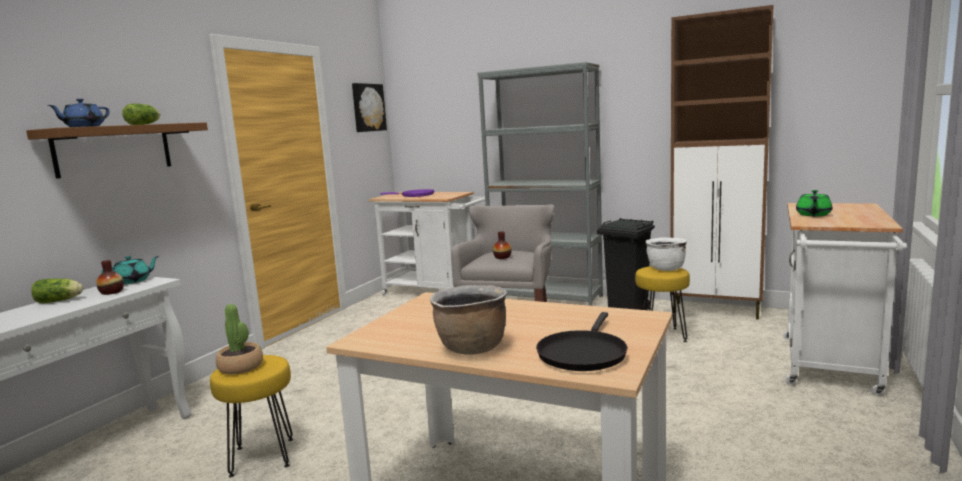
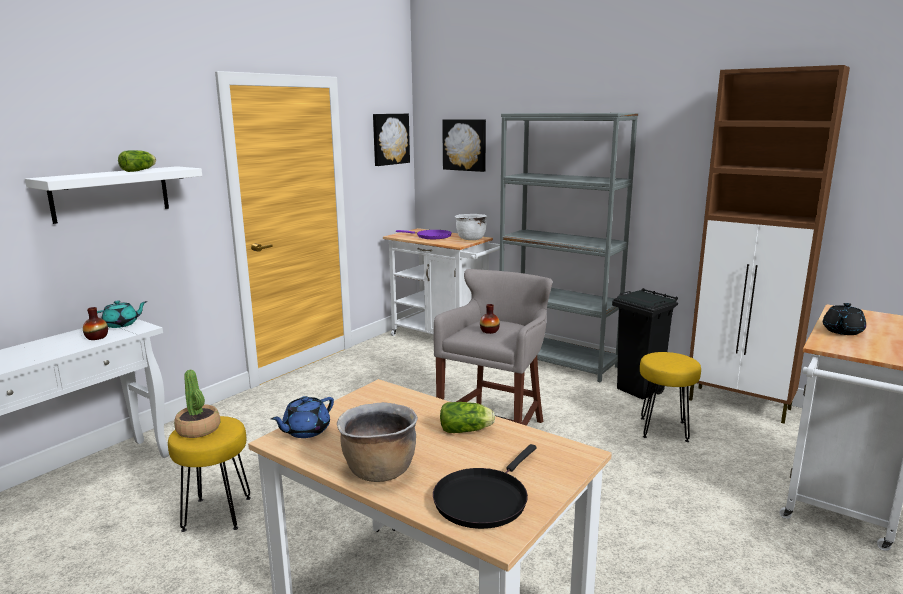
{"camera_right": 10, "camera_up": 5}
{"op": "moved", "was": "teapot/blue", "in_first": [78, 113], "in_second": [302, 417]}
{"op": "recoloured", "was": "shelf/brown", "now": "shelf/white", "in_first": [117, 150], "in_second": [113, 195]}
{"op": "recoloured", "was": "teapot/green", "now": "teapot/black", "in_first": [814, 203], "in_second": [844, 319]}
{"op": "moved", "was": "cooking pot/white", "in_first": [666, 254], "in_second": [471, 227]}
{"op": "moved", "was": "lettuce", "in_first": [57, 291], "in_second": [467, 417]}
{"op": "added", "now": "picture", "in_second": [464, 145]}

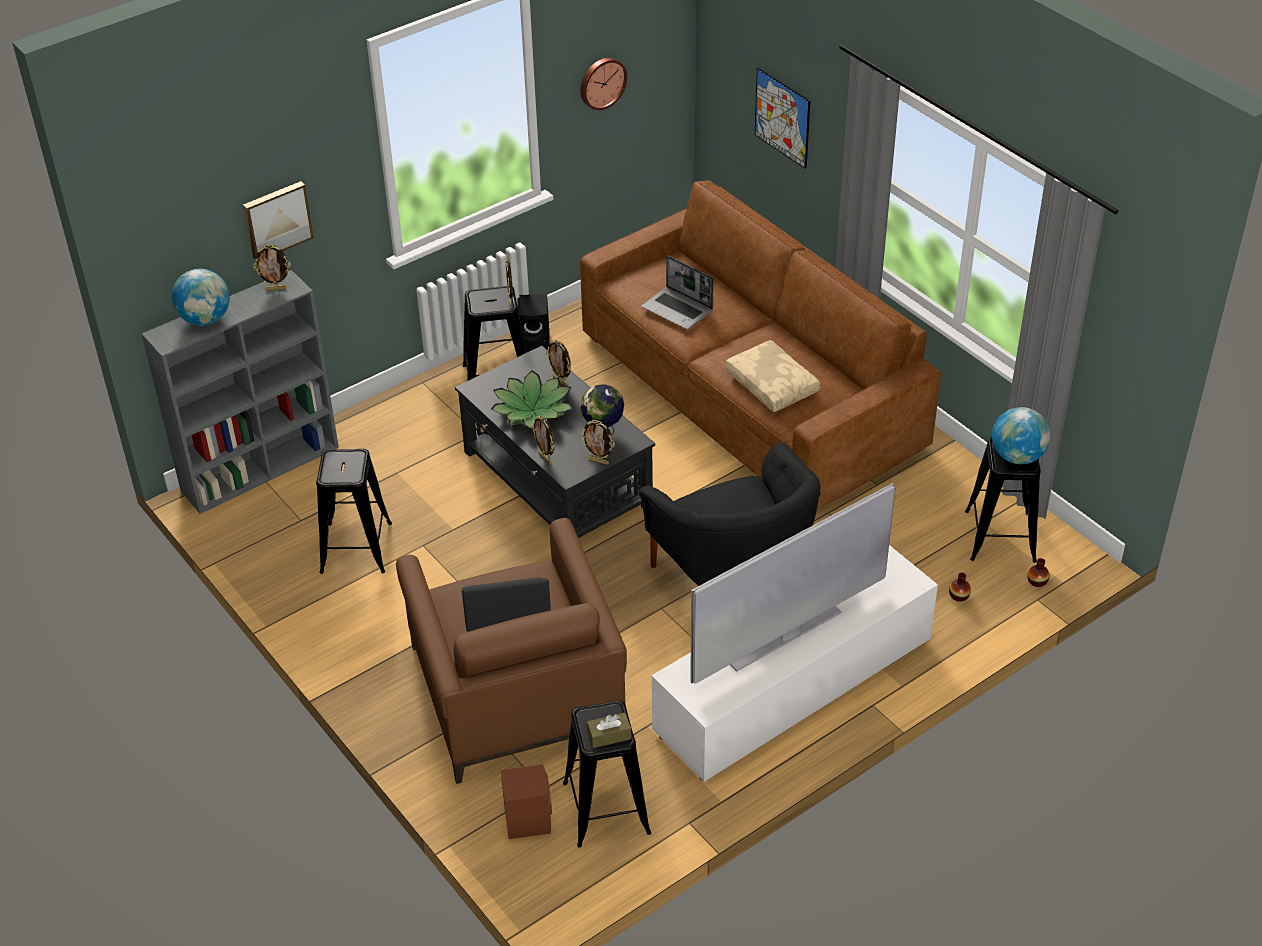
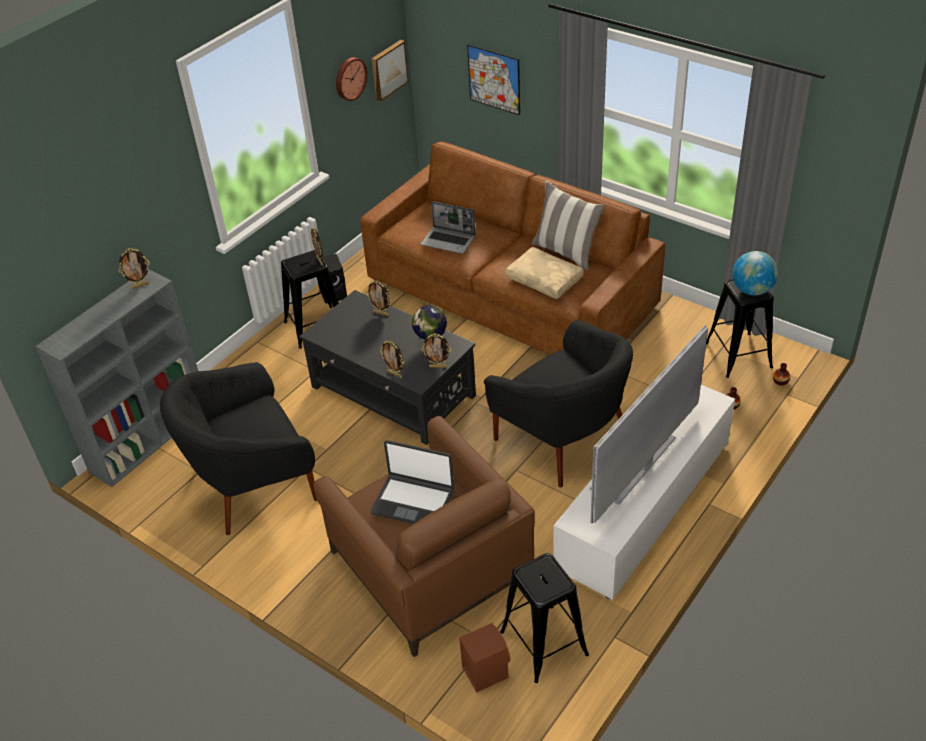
{"camera_right": -15, "camera_up": 0}
{"op": "moved", "was": "picture", "in_first": [278, 221], "in_second": [390, 70]}
{"op": "removed", "was": "globe", "in_first": [201, 297]}
{"op": "removed", "was": "potted plant", "in_first": [532, 399]}
{"op": "replaced", "was": "stool/black", "now": "armchair/black", "in_first": [354, 511], "in_second": [238, 448]}
{"op": "turned", "was": "laptop", "in_first": [506, 604], "in_second": [412, 482], "clockwise": -135}
{"op": "removed", "was": "tissue box/brown", "in_first": [609, 730]}
{"op": "added", "now": "pillow", "in_second": [568, 226]}

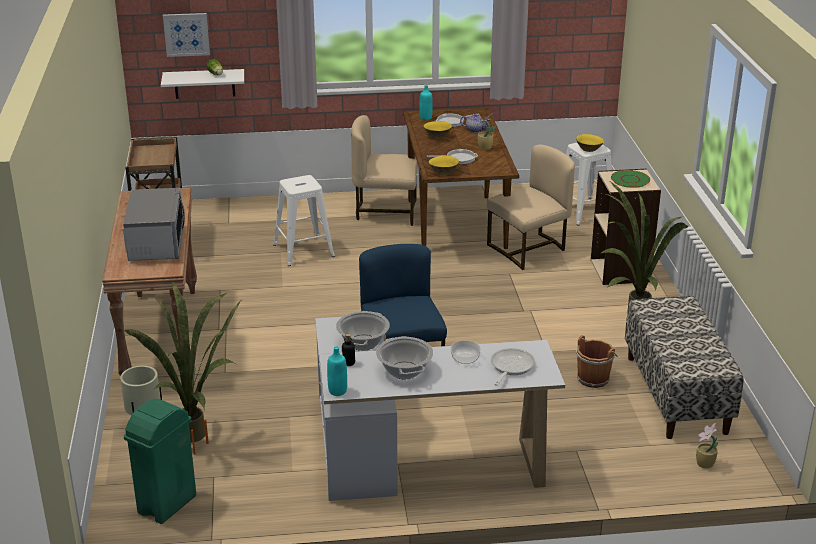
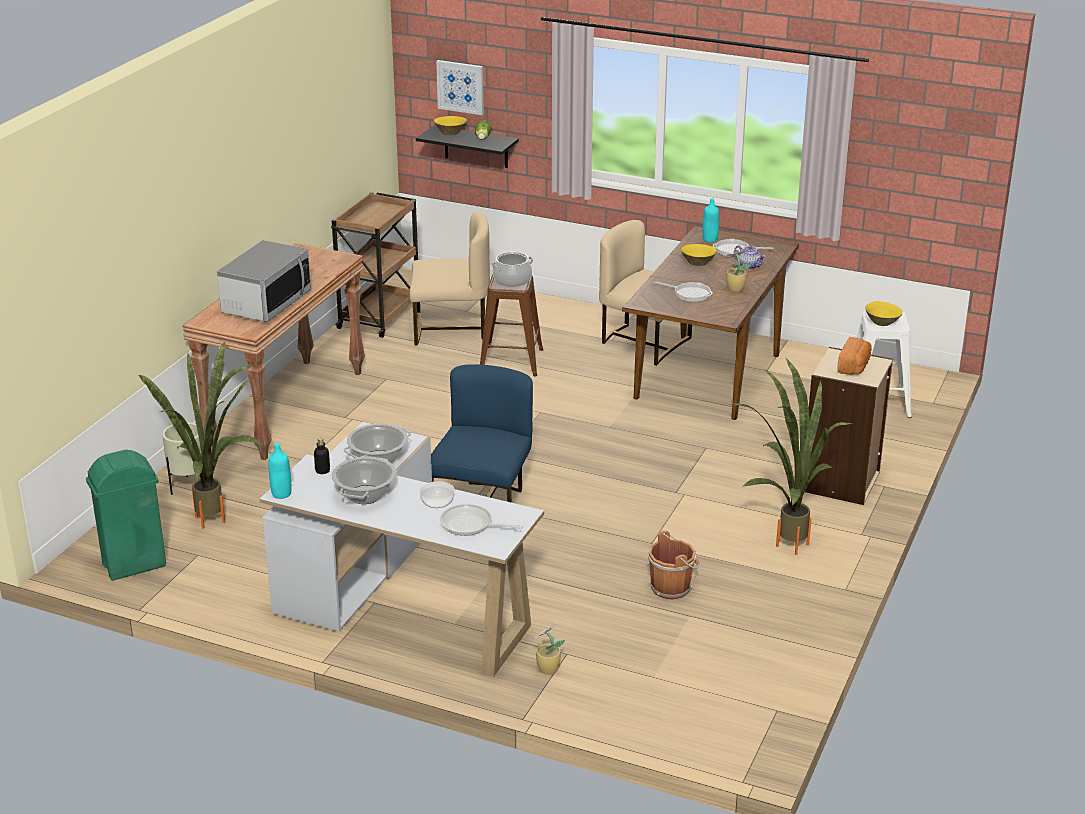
{"camera_right": 30, "camera_up": 0}
{"op": "recoloured", "was": "shelf/white", "now": "shelf/black", "in_first": [202, 84], "in_second": [467, 146]}
{"op": "moved", "was": "chair/beige", "in_first": [531, 207], "in_second": [449, 278]}
{"op": "moved", "was": "bowl/yellow", "in_first": [444, 165], "in_second": [450, 125]}
{"op": "replaced", "was": "plate/green", "now": "bread", "in_first": [630, 179], "in_second": [854, 356]}
{"op": "recoloured", "was": "stool/white", "now": "stool/brown", "in_first": [304, 220], "in_second": [511, 325]}
{"op": "removed", "was": "bench", "in_first": [684, 367]}
{"op": "turned", "was": "frying pan", "in_first": [513, 367], "in_second": [481, 520], "clockwise": -120}
{"op": "moved", "was": "potted plant", "in_first": [707, 446], "in_second": [549, 648]}
{"op": "added", "now": "cooking pot", "in_second": [512, 269]}

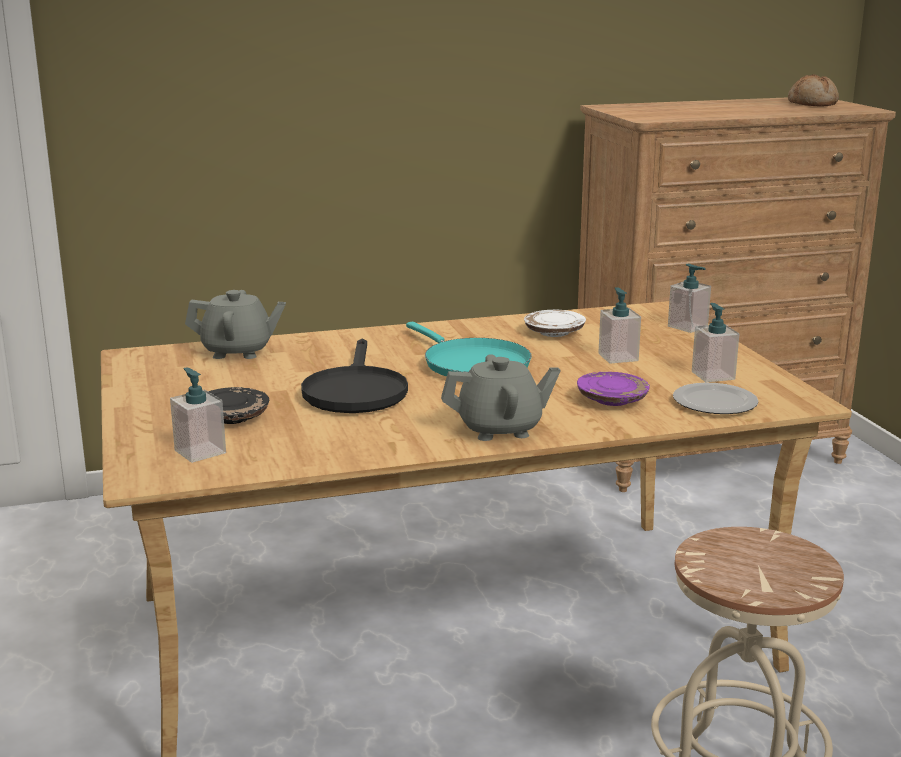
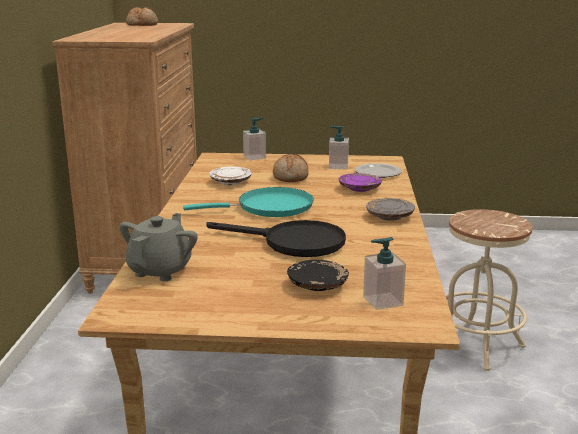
{"camera_right": -70, "camera_up": 0}
{"op": "replaced", "was": "soap dispenser", "now": "bread", "in_first": [619, 325], "in_second": [291, 168]}
{"op": "replaced", "was": "teapot/grey", "now": "plate/grey", "in_first": [500, 397], "in_second": [390, 209]}

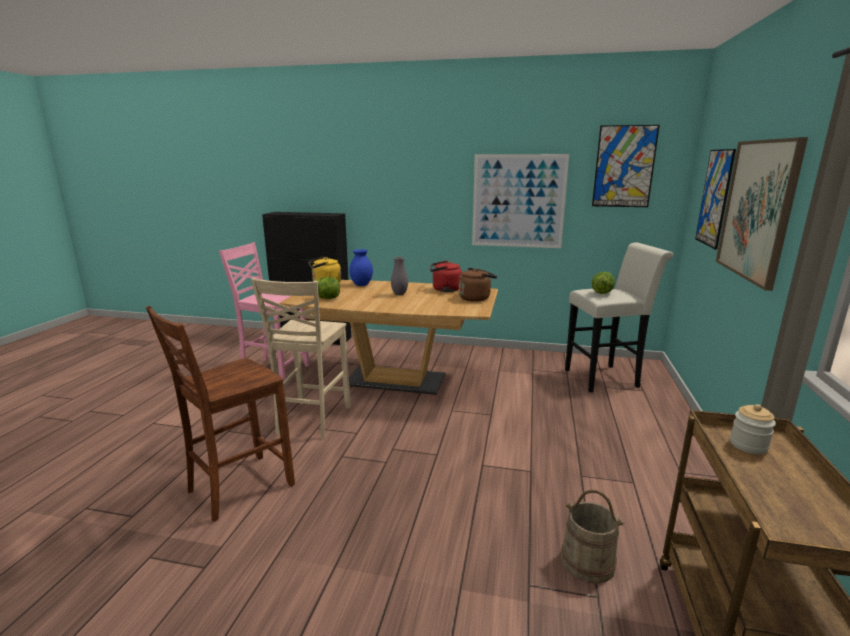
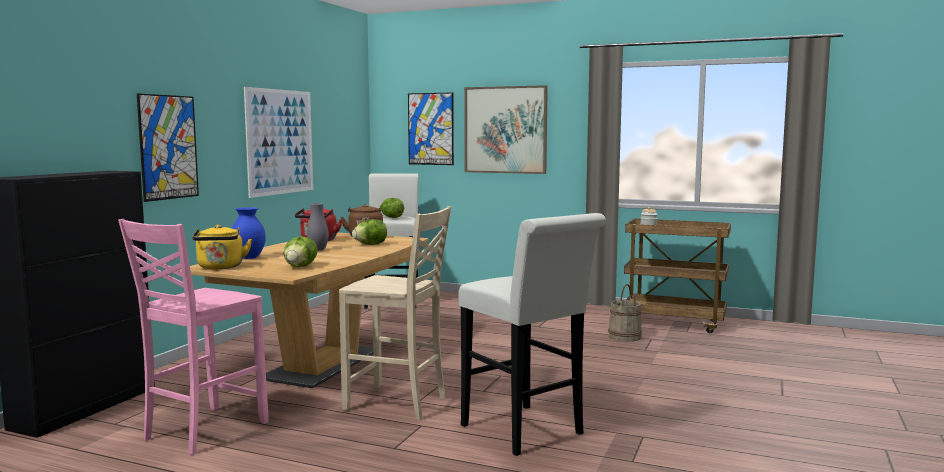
{"camera_right": -80, "camera_up": -10}
{"op": "moved", "was": "picture", "in_first": [626, 166], "in_second": [168, 147]}
{"op": "replaced", "was": "chair/brown", "now": "stool/white", "in_first": [220, 414], "in_second": [532, 334]}
{"op": "added", "now": "lettuce", "in_second": [369, 232]}

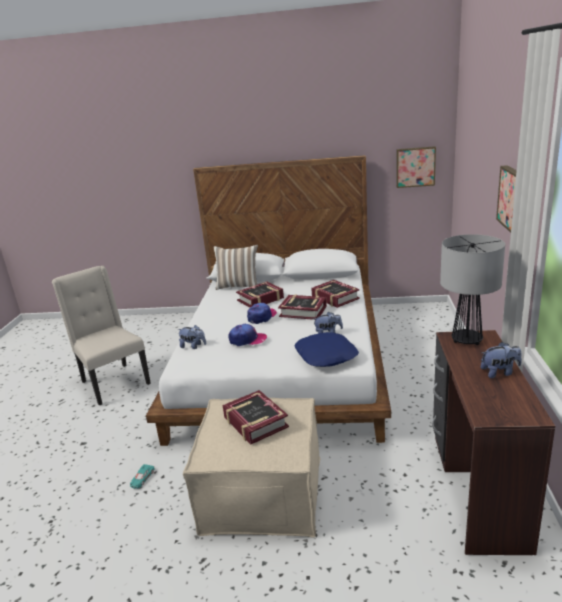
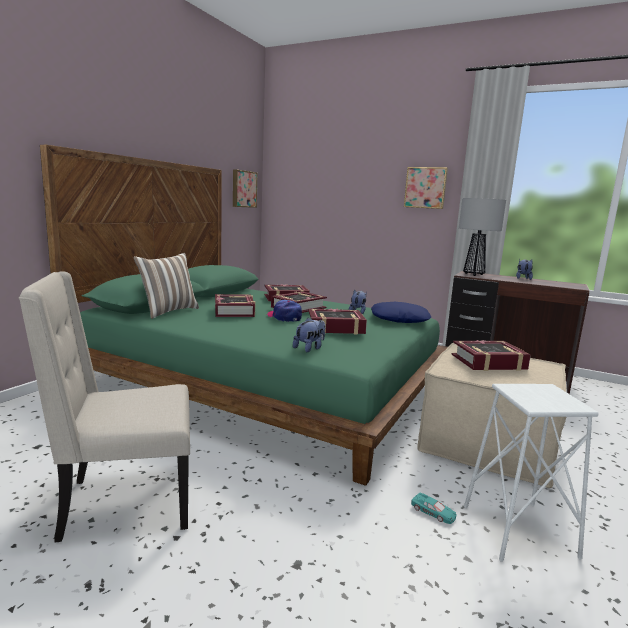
{"camera_right": -70, "camera_up": -10}
{"op": "recoloured", "was": "bed/white", "now": "bed/green", "in_first": [268, 300], "in_second": [243, 315]}
{"op": "replaced", "was": "cap", "now": "book", "in_first": [247, 335], "in_second": [337, 322]}
{"op": "added", "now": "stool/white", "in_second": [531, 473]}

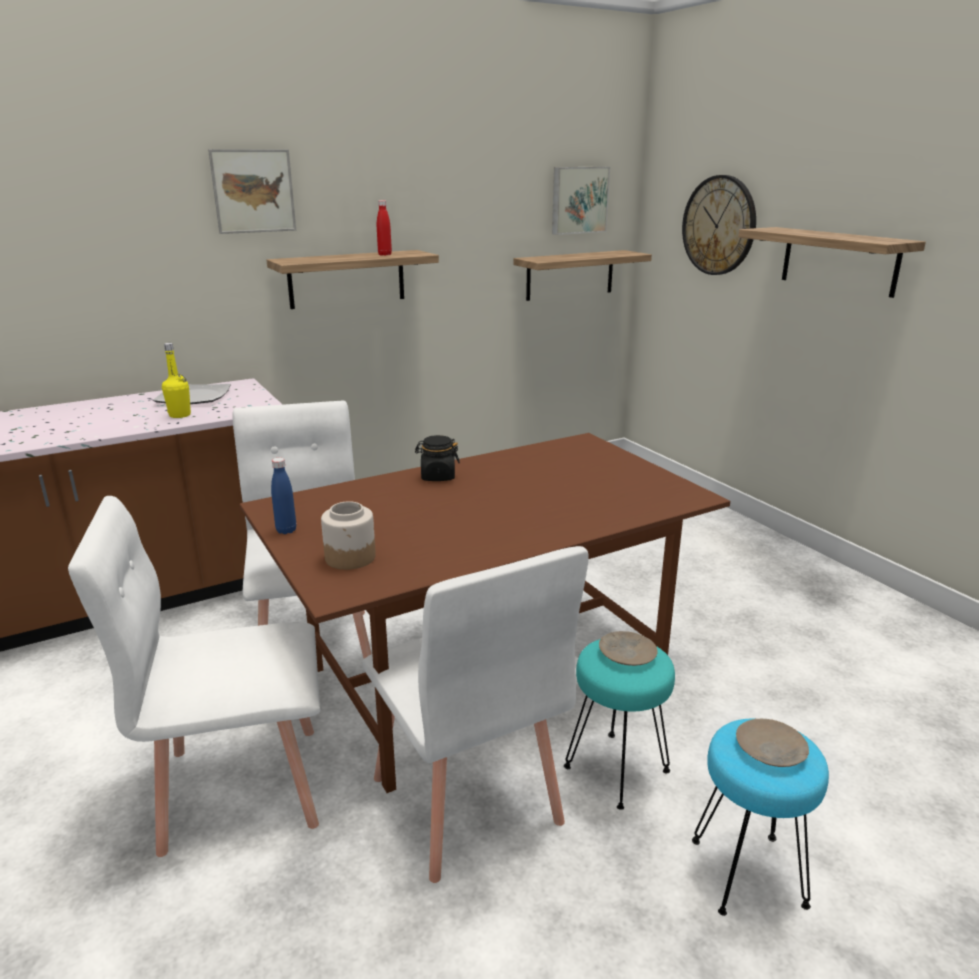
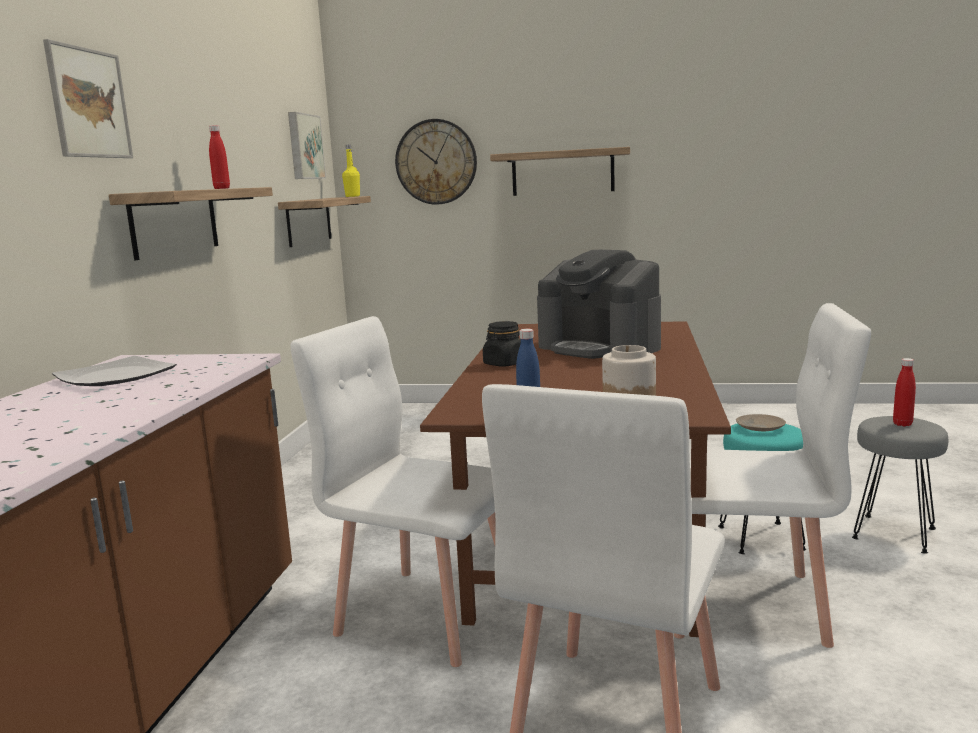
{"camera_right": -50, "camera_up": -10}
{"op": "moved", "was": "bottle/yellow", "in_first": [176, 380], "in_second": [351, 171]}
{"op": "recoloured", "was": "stool/turquoise", "now": "stool/grey", "in_first": [760, 817], "in_second": [900, 485]}
{"op": "replaced", "was": "plate/beige", "now": "bottle/red", "in_first": [772, 743], "in_second": [904, 392]}
{"op": "added", "now": "coffee machine", "in_second": [599, 304]}

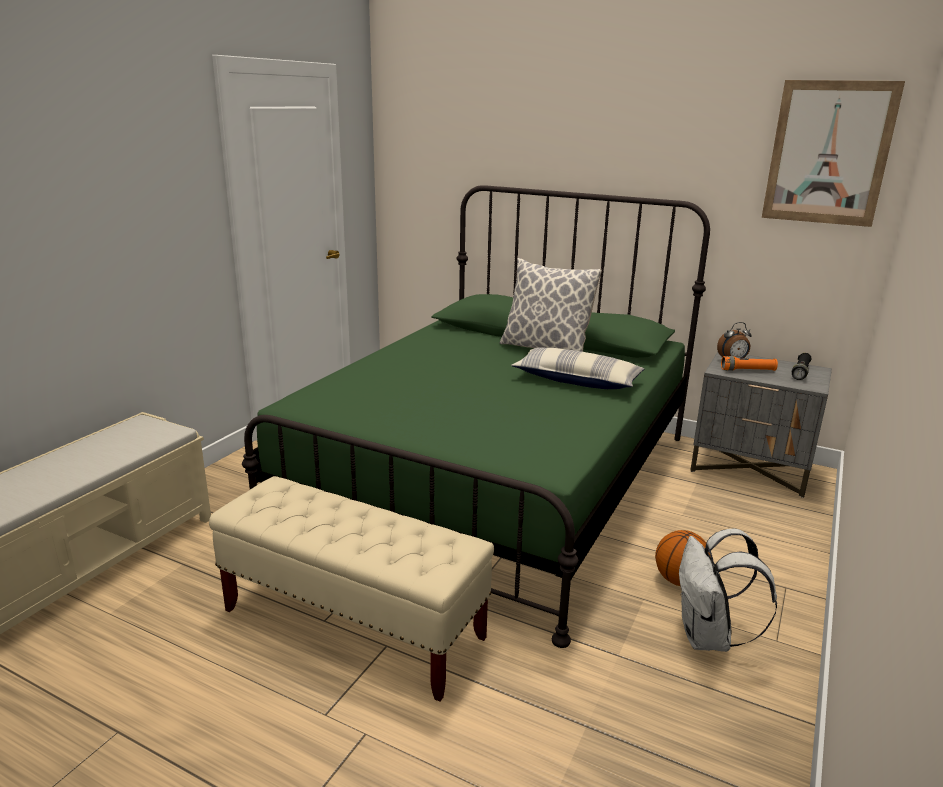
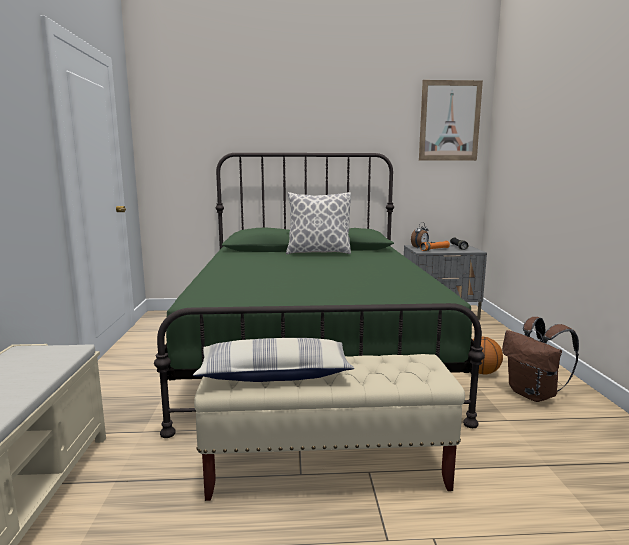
{"camera_right": -30, "camera_up": -10}
{"op": "moved", "was": "pillow", "in_first": [577, 368], "in_second": [273, 360]}
{"op": "recoloured", "was": "backpack/white", "now": "backpack/brown", "in_first": [728, 590], "in_second": [540, 359]}

